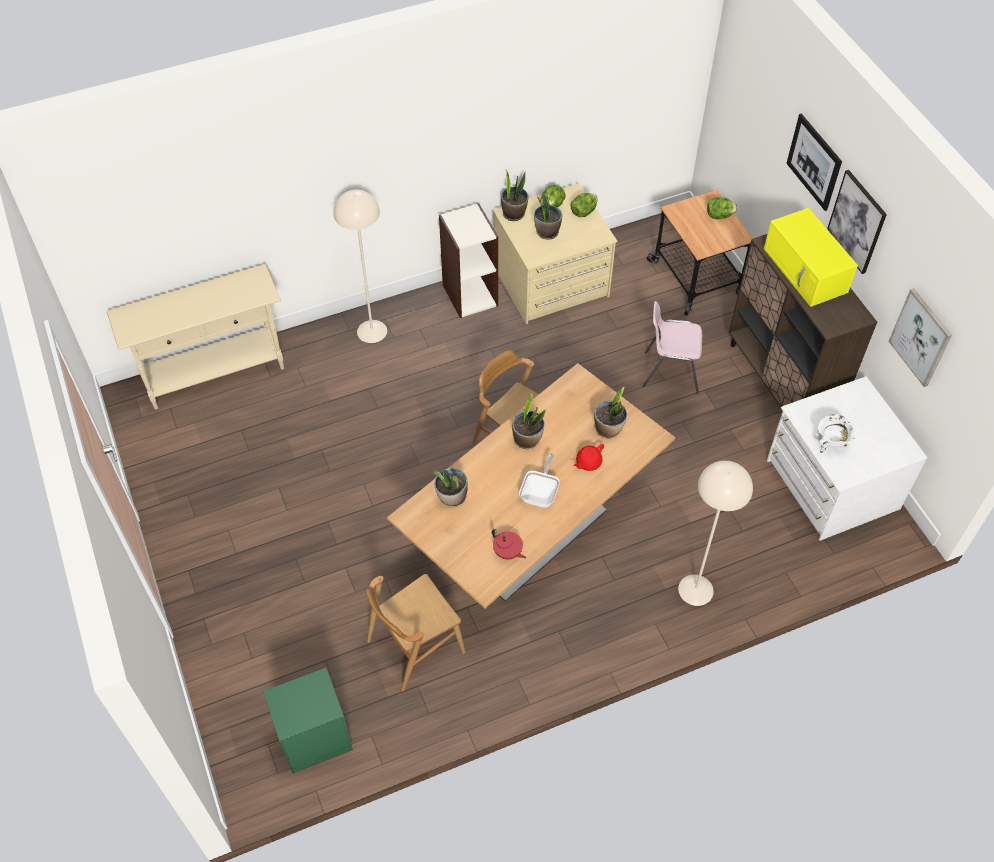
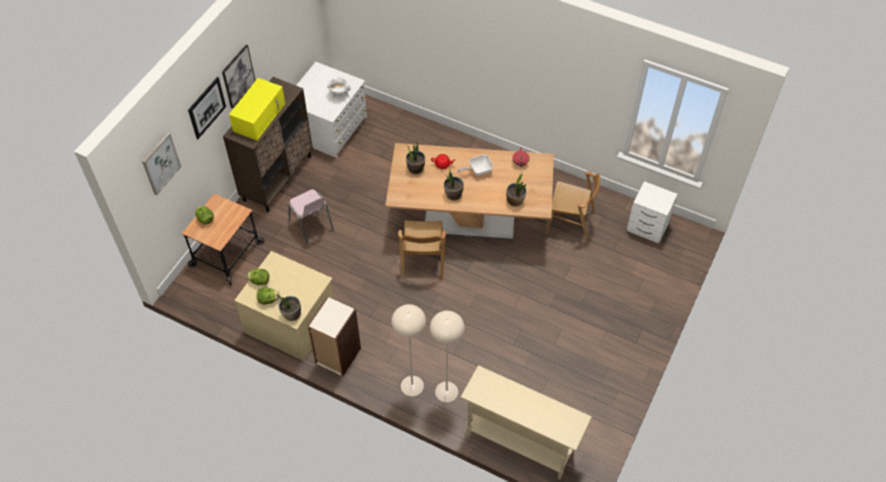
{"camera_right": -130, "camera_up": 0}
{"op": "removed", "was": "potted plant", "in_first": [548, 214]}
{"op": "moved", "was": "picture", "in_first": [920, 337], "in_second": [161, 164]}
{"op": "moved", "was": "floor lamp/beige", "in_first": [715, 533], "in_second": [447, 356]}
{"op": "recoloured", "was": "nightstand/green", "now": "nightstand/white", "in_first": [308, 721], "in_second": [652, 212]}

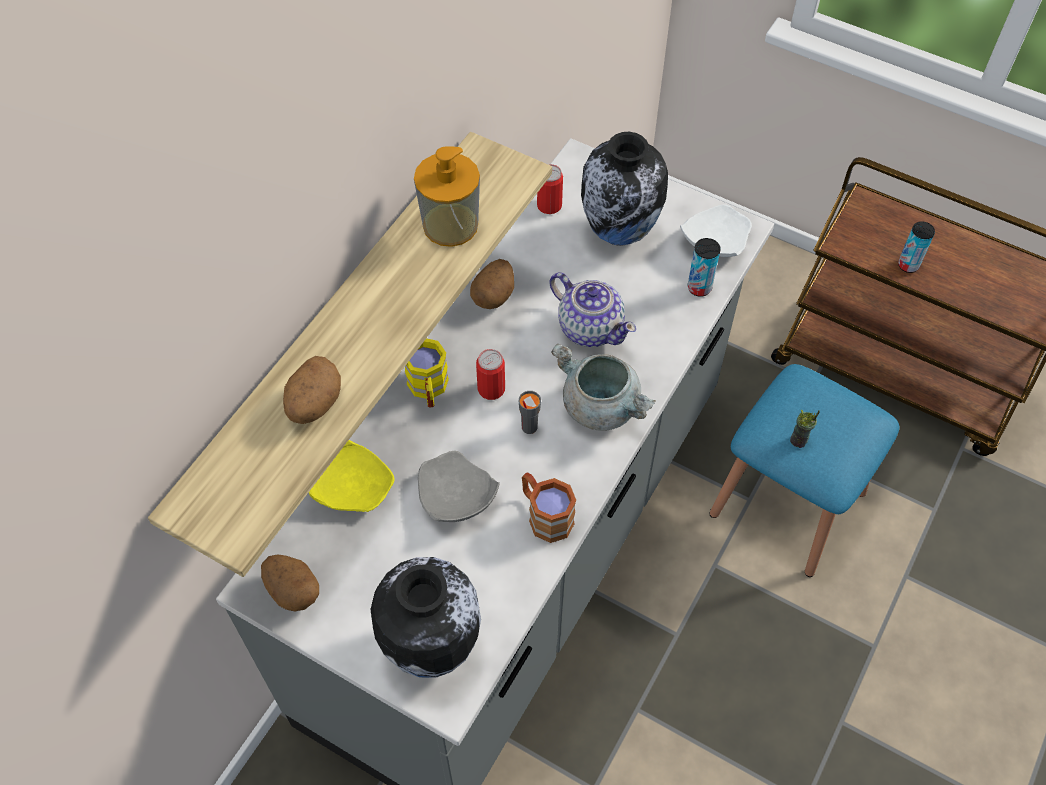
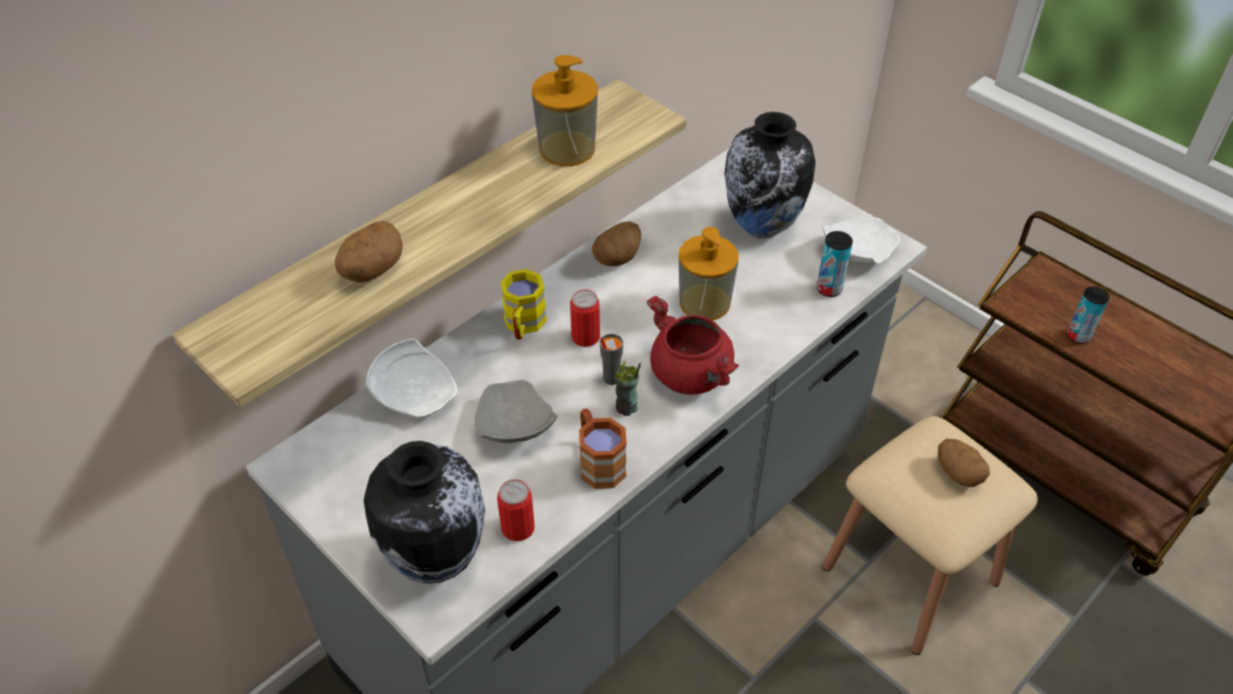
{"camera_right": 15, "camera_up": -10}
{"op": "moved", "was": "can", "in_first": [550, 189], "in_second": [516, 510]}
{"op": "replaced", "was": "teapot", "now": "soap dispenser", "in_first": [593, 309], "in_second": [709, 273]}
{"op": "recoloured", "was": "cooking pot/grey", "now": "cooking pot/red", "in_first": [603, 387], "in_second": [693, 345]}
{"op": "recoloured", "was": "stool/blue", "now": "stool/beige", "in_first": [804, 470], "in_second": [930, 535]}
{"op": "moved", "was": "cup", "in_first": [805, 428], "in_second": [627, 388]}
{"op": "recoloured", "was": "plate/yellow", "now": "plate/white", "in_first": [352, 476], "in_second": [411, 377]}
{"op": "moved", "was": "potato", "in_first": [290, 582], "in_second": [964, 463]}

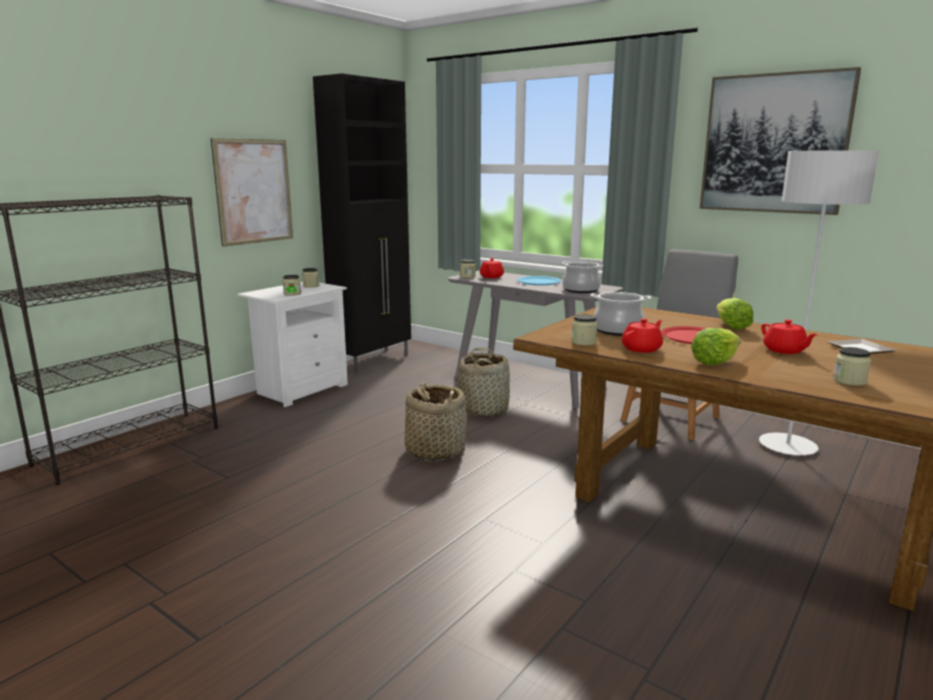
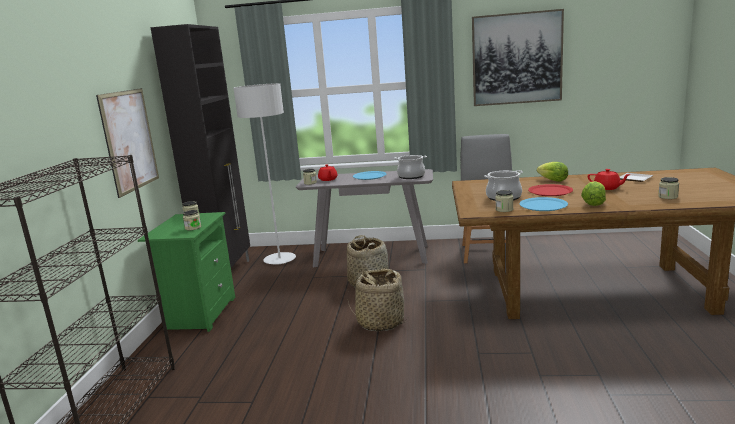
{"camera_right": -30, "camera_up": 0}
{"op": "moved", "was": "floor lamp/grey", "in_first": [819, 302], "in_second": [264, 174]}
{"op": "recoloured", "was": "nightstand/white", "now": "nightstand/green", "in_first": [292, 344], "in_second": [186, 272]}
{"op": "replaced", "was": "teapot/red", "now": "plate/blue", "in_first": [642, 335], "in_second": [543, 204]}

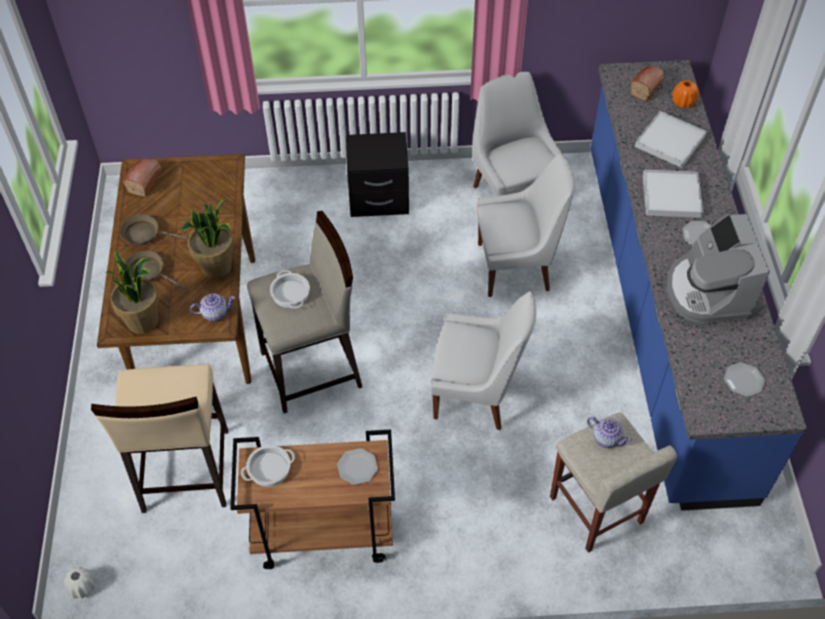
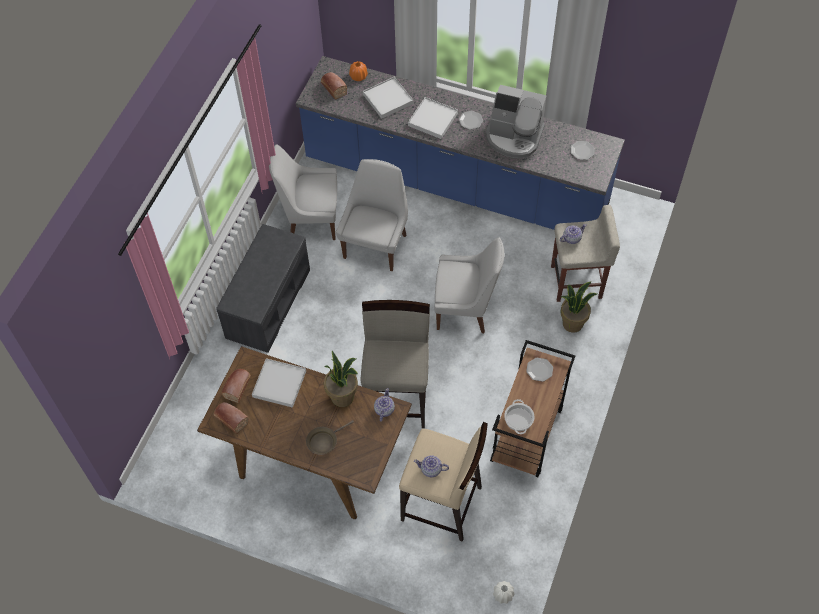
{"camera_right": -65, "camera_up": 5}
{"op": "replaced", "was": "nightstand/black", "now": "bench/grey", "in_first": [377, 174], "in_second": [263, 288]}
{"op": "removed", "was": "frying pan/brown", "in_first": [154, 230]}
{"op": "moved", "was": "potted plant", "in_first": [132, 292], "in_second": [578, 307]}
{"op": "removed", "was": "cooking pot", "in_first": [290, 289]}
{"op": "turned", "was": "chair/white", "in_first": [483, 361], "in_second": [469, 285], "clockwise": 60}
{"op": "added", "now": "tray/white", "in_second": [279, 383]}
{"op": "added", "now": "bread", "in_second": [236, 386]}
{"op": "added", "now": "teapot", "in_second": [431, 466]}

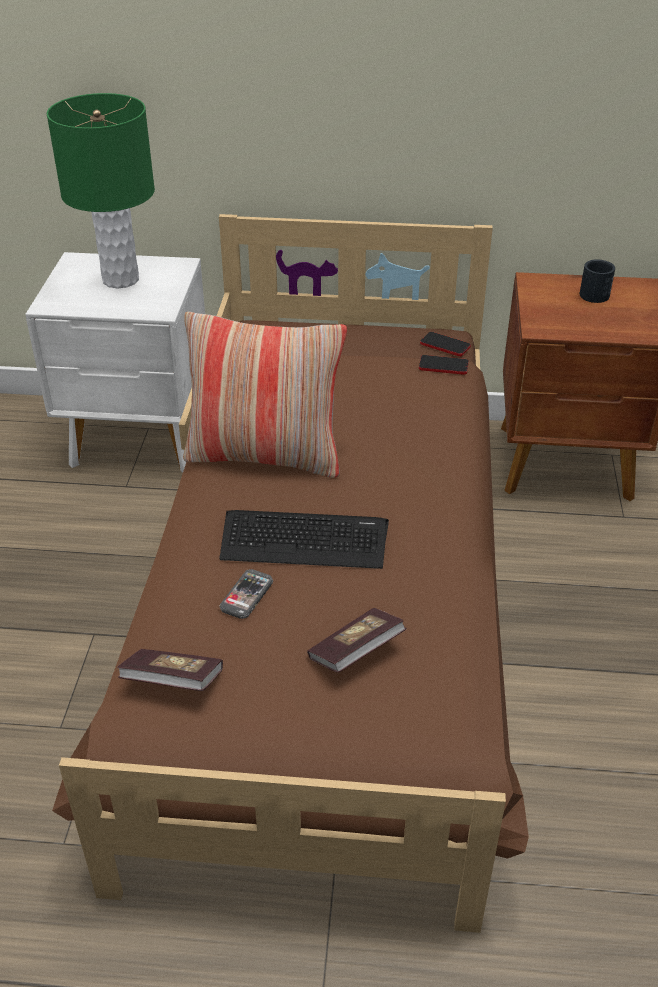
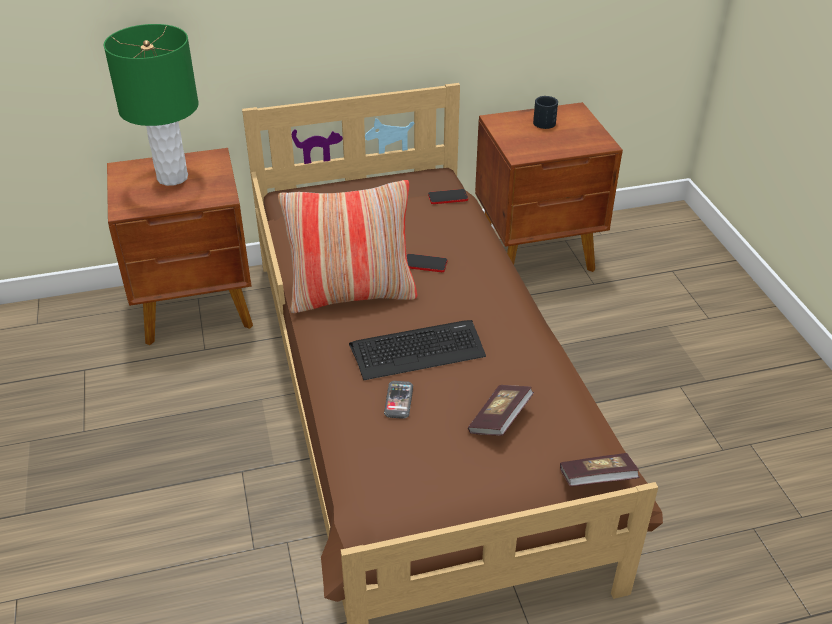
{"camera_right": -20, "camera_up": 0}
{"op": "recoloured", "was": "nightstand/white", "now": "nightstand/brown", "in_first": [115, 362], "in_second": [180, 246]}
{"op": "moved", "was": "phone", "in_first": [445, 344], "in_second": [427, 263]}
{"op": "moved", "was": "book", "in_first": [170, 670], "in_second": [600, 470]}

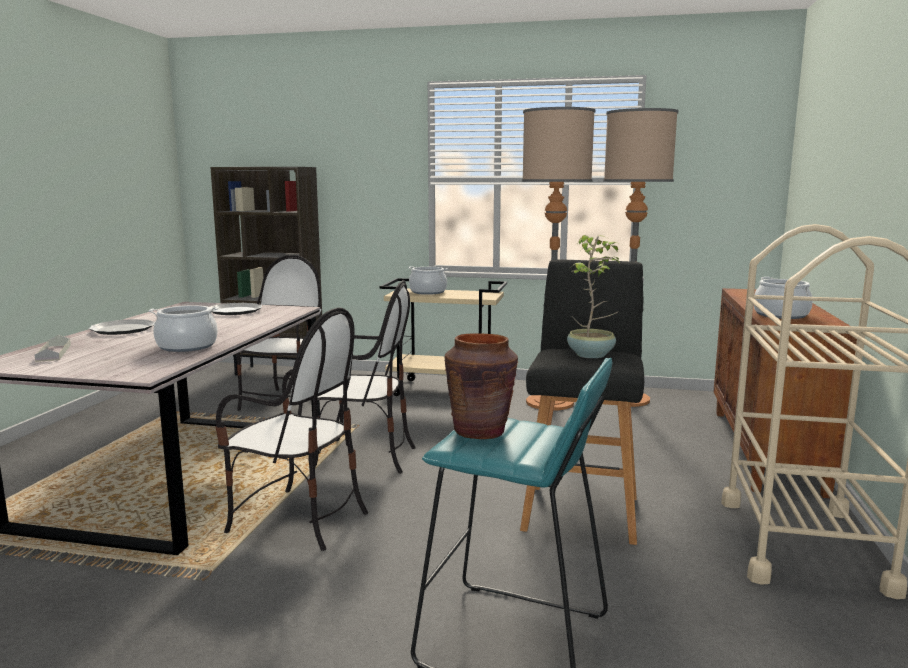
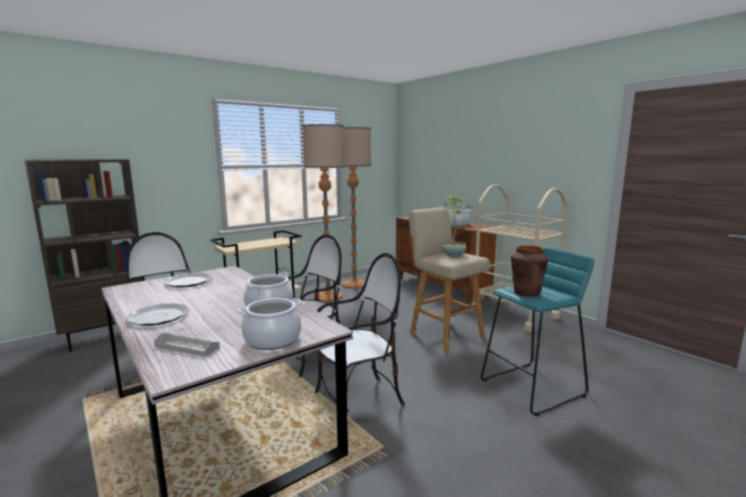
{"camera_right": -50, "camera_up": 0}
{"op": "recoloured", "was": "stool/black", "now": "stool/beige", "in_first": [582, 402], "in_second": [449, 279]}
{"op": "moved", "was": "cooking pot", "in_first": [428, 280], "in_second": [269, 324]}

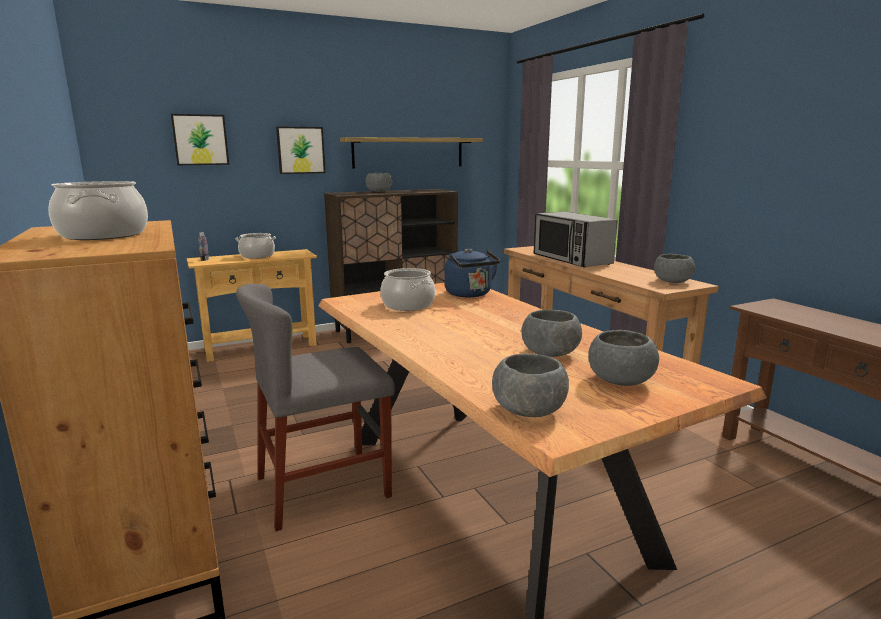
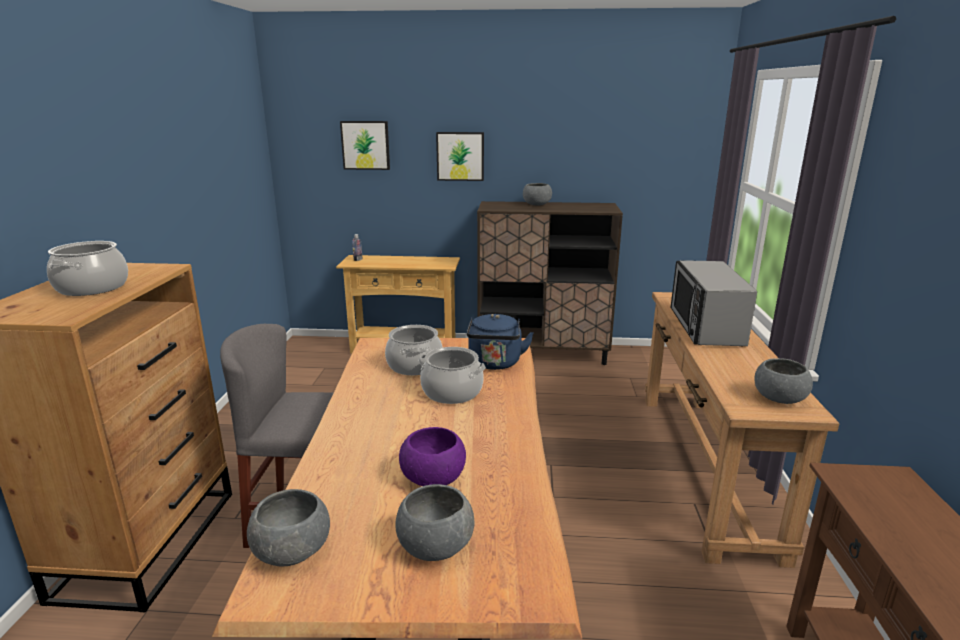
{"camera_right": 30, "camera_up": 5}
{"op": "removed", "was": "shelf", "in_first": [411, 153]}
{"op": "moved", "was": "cooking pot", "in_first": [255, 246], "in_second": [452, 375]}
{"op": "recoloured", "was": "bowl/grey", "now": "bowl/purple", "in_first": [551, 333], "in_second": [432, 456]}

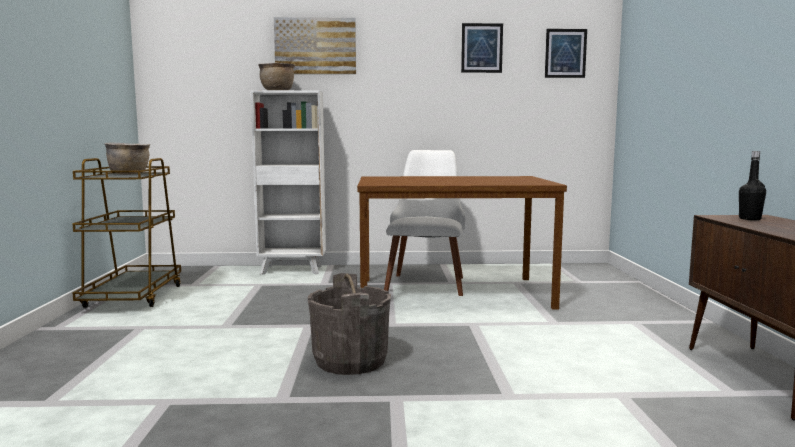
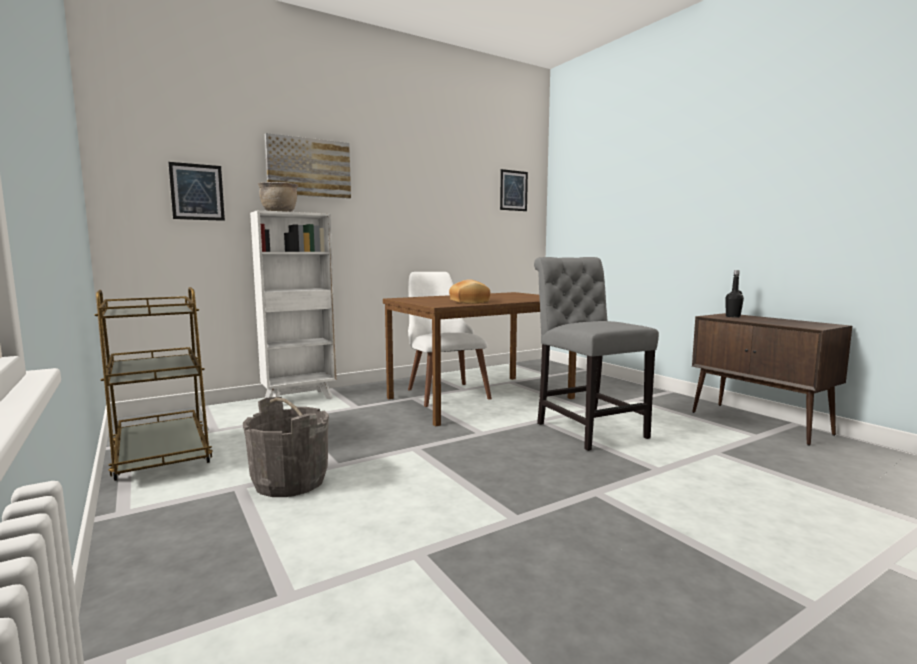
{"camera_right": -30, "camera_up": 0}
{"op": "moved", "was": "picture", "in_first": [482, 48], "in_second": [196, 191]}
{"op": "removed", "was": "cooking pot/brown", "in_first": [127, 158]}
{"op": "moved", "was": "bucket/grey", "in_first": [349, 324], "in_second": [286, 447]}
{"op": "added", "now": "chair/grey", "in_second": [596, 354]}
{"op": "added", "now": "bread", "in_second": [470, 291]}

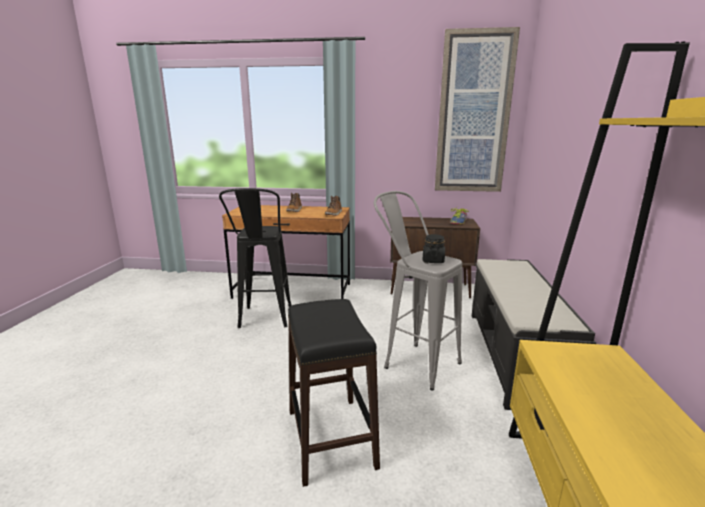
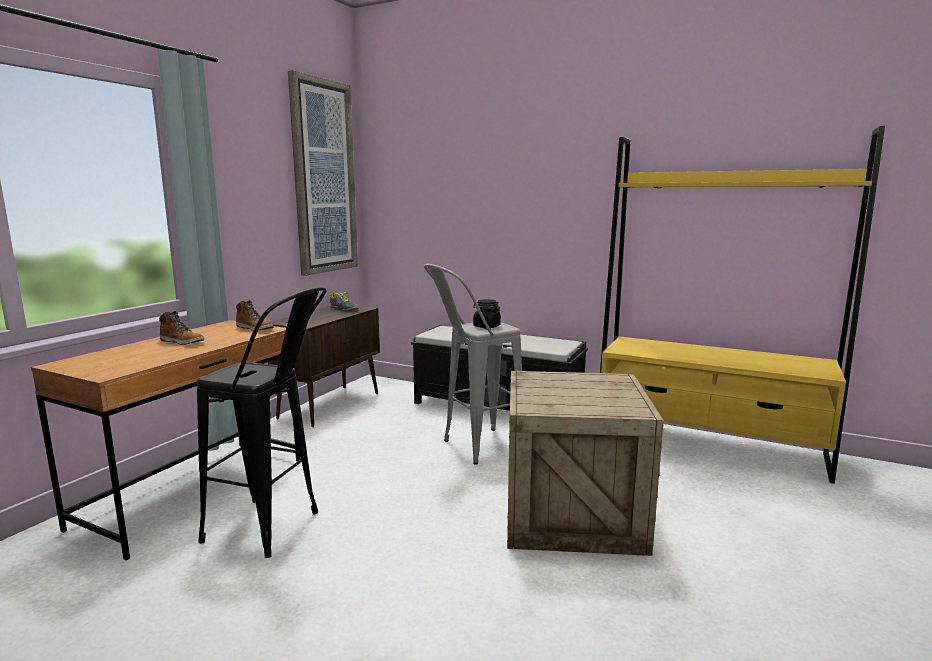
{"camera_right": -70, "camera_up": -5}
{"op": "replaced", "was": "stool/black", "now": "crate", "in_first": [334, 393], "in_second": [585, 463]}

